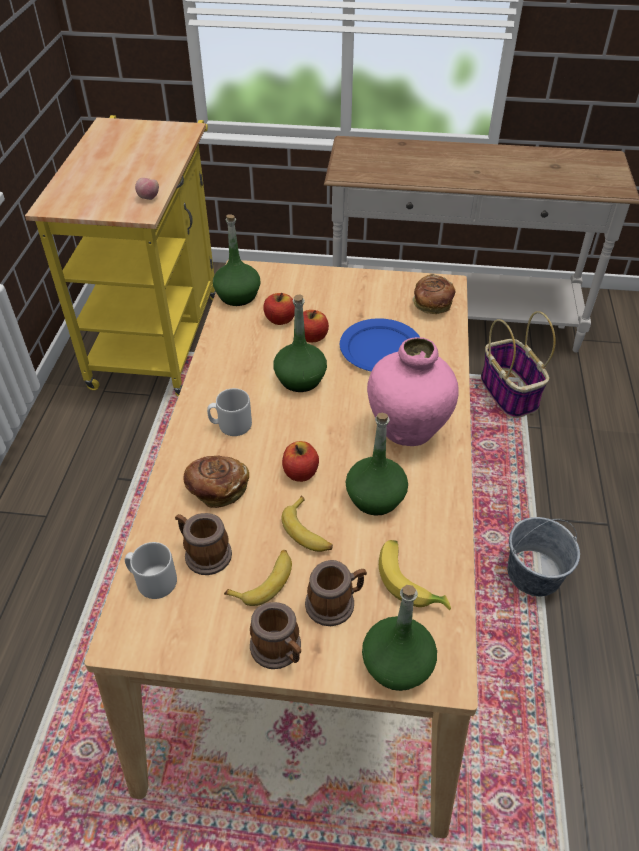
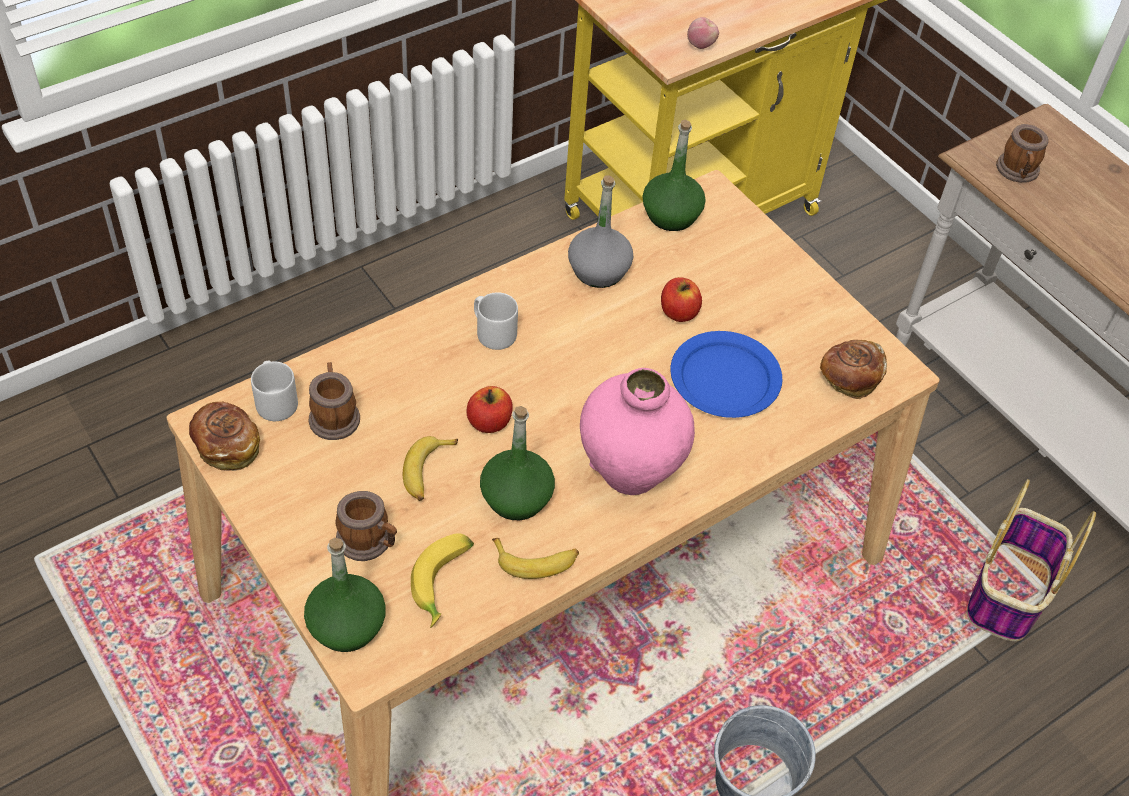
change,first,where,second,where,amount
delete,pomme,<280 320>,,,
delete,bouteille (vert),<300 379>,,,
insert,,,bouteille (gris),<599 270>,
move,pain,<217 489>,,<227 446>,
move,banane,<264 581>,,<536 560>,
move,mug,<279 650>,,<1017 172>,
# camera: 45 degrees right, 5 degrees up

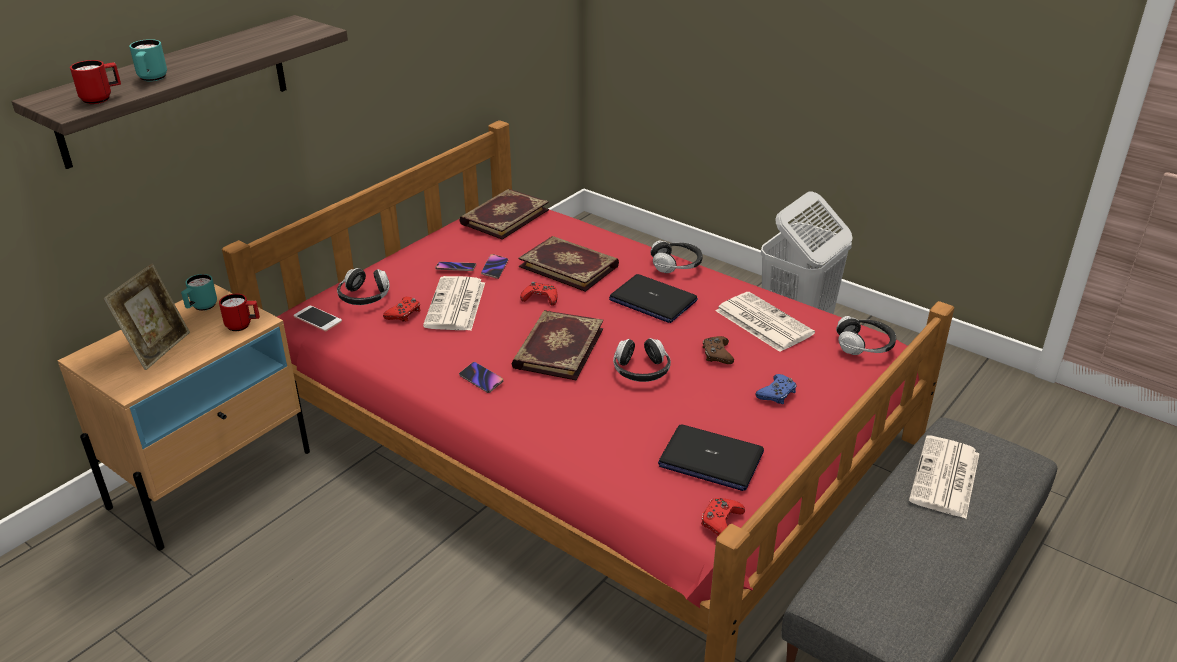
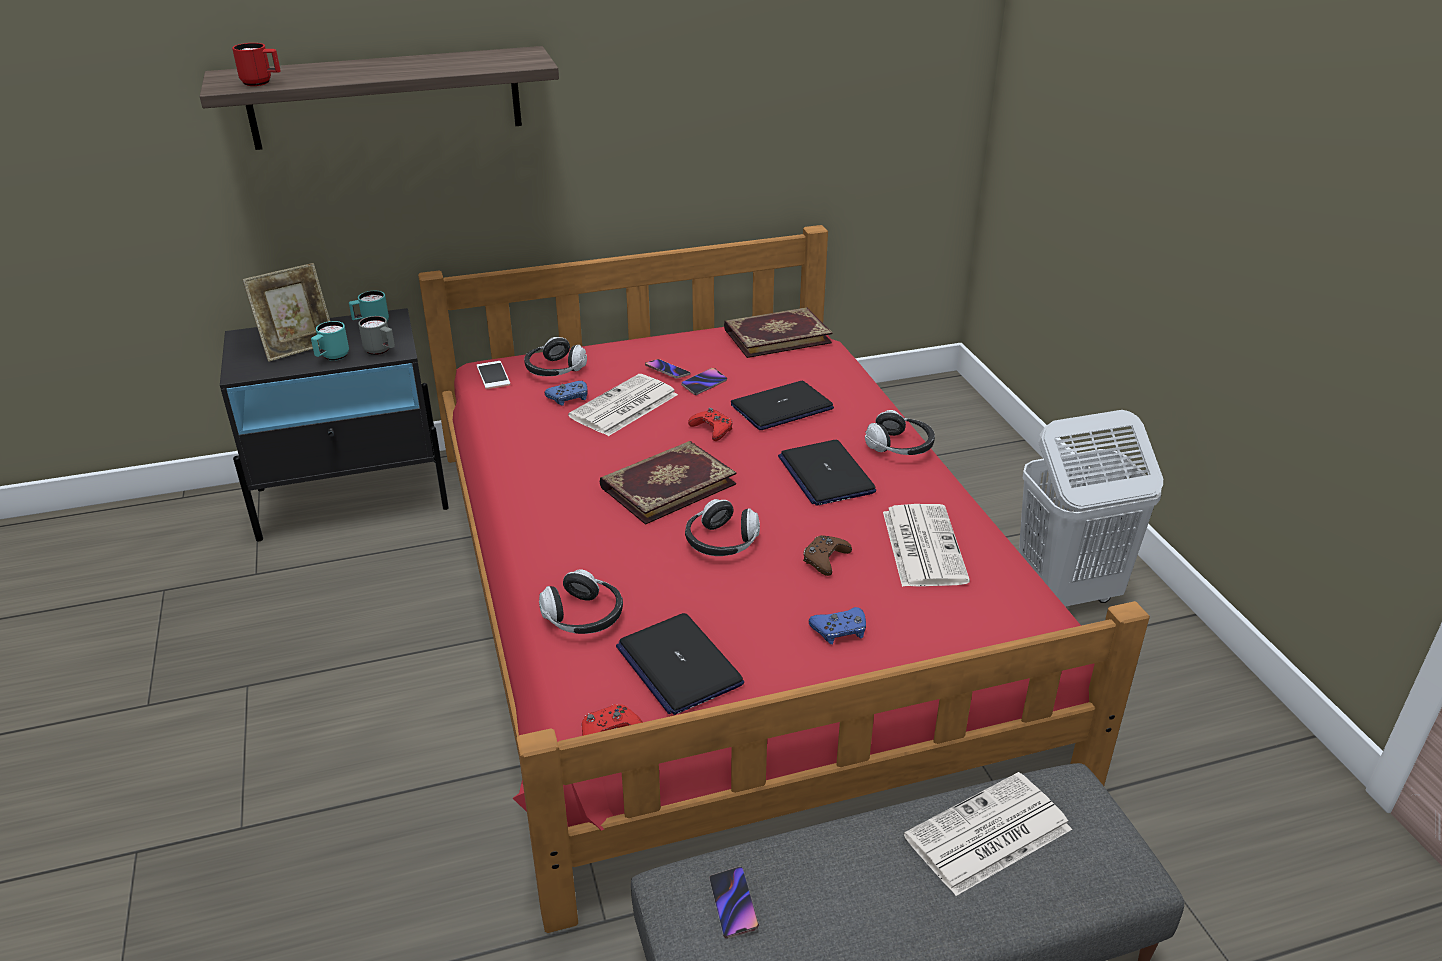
change,first,where,second,where,amount
move,mug (turquoise),<151 79>,,<332 357>,
move,téléphone,<481 379>,,<733 905>,
move,casque audio,<864 346>,,<583 617>,
replace,livre,<569 266>,ordinateur portable,<781 407>,
recolor,table de chevet (beige),<212 478>,table de chevet (noir),<353 498>,
recolor,mug (rouge),<243 325>,mug (gris),<381 351>,
recolor,manette (rouge),<404 314>,manette (bleu),<569 397>,
# camera: 35 degrees right, 0 degrees up

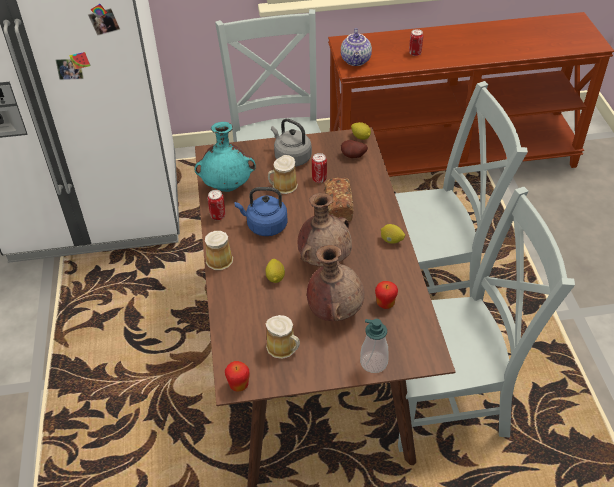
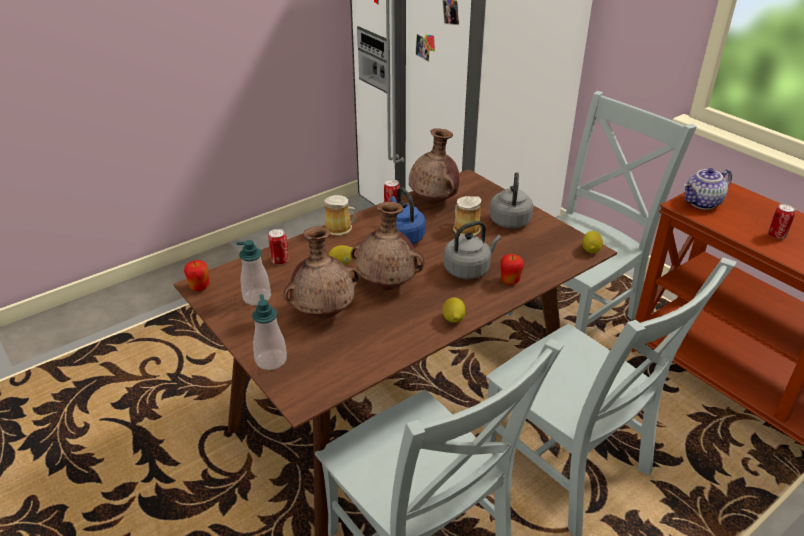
change,first,where,second,where,amount
delete,pomme de terre,<353 157>,,,
move,boîte métallique,<319 179>,,<280 261>,
move,pomme,<385 304>,,<510 281>,
replace,mug,<283 348>,distributeur de savon,<257 297>,
replace,pain,<338 207>,bouilloire (gris),<469 269>,
recolor,vase (turquoise),<228 187>,vase (marron),<434 201>,
# camera: 60 degrees right, 10 degrees down

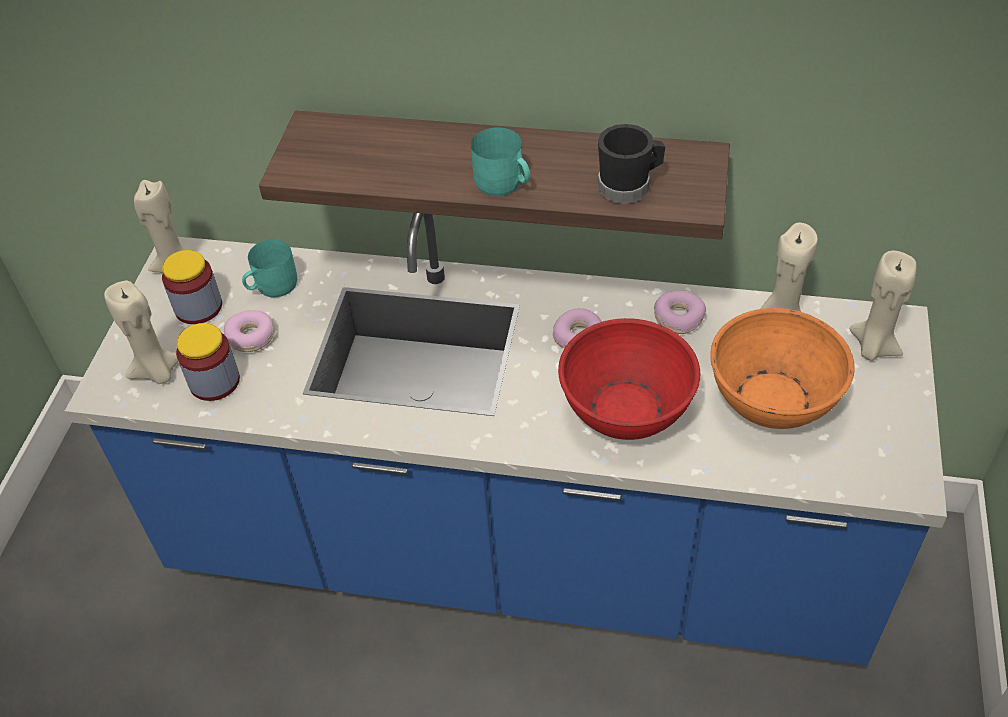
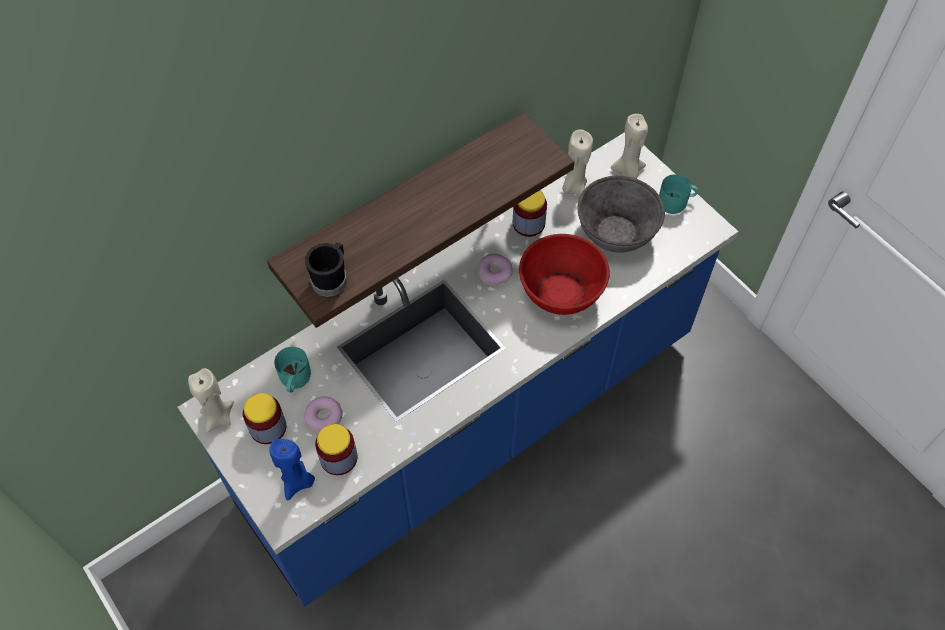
change,first,where,second,where,amount
move,mug (turquoise),<503 184>,,<676 203>,
move,mug (noir),<629 186>,,<331 278>,
replace,beignet,<678 317>,bocal,<528 223>,
recolor,bougie (beige),<157 372>,bougie (bleu),<297 482>,
recolor,bol (orange),<773 398>,bol (gris),<616 232>,
# camera: 50 degrees left, 10 degrees up

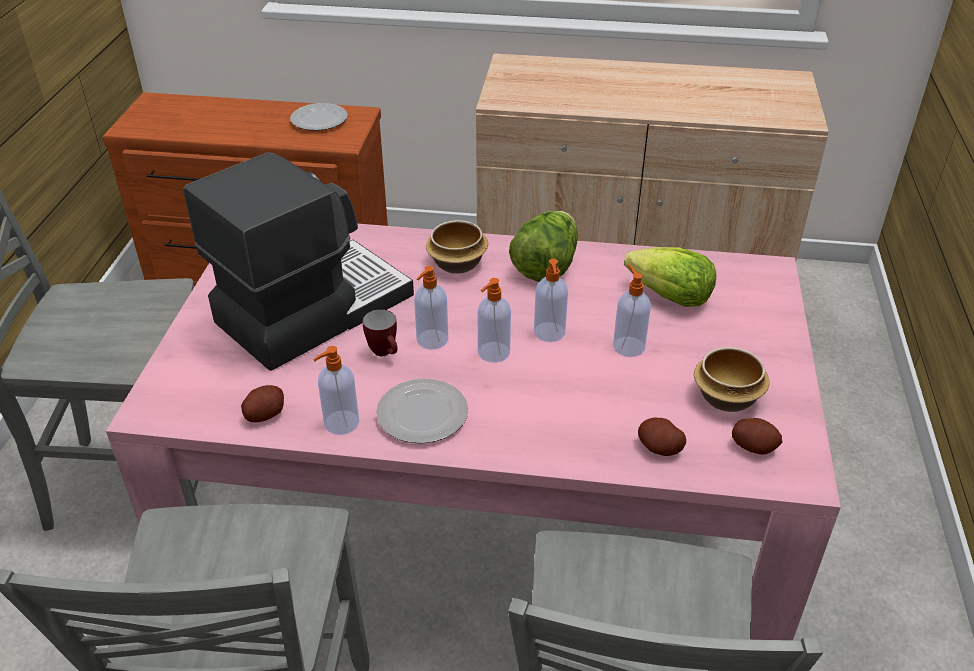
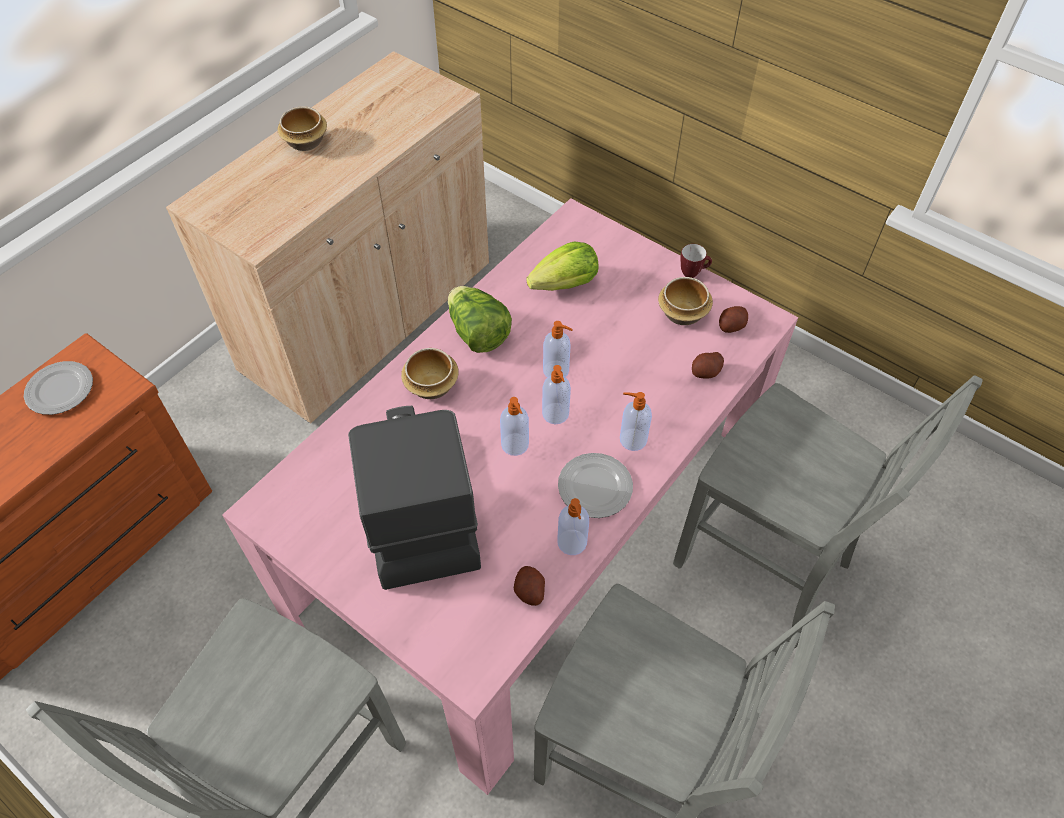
change,first,where,second,where,amount
insert,,,bol,<307 142>,
move,mug,<385 353>,,<693 273>,
move,distributeur de savon,<628 346>,,<632 439>,
# camera: 60 degrees left, 15 degrees up

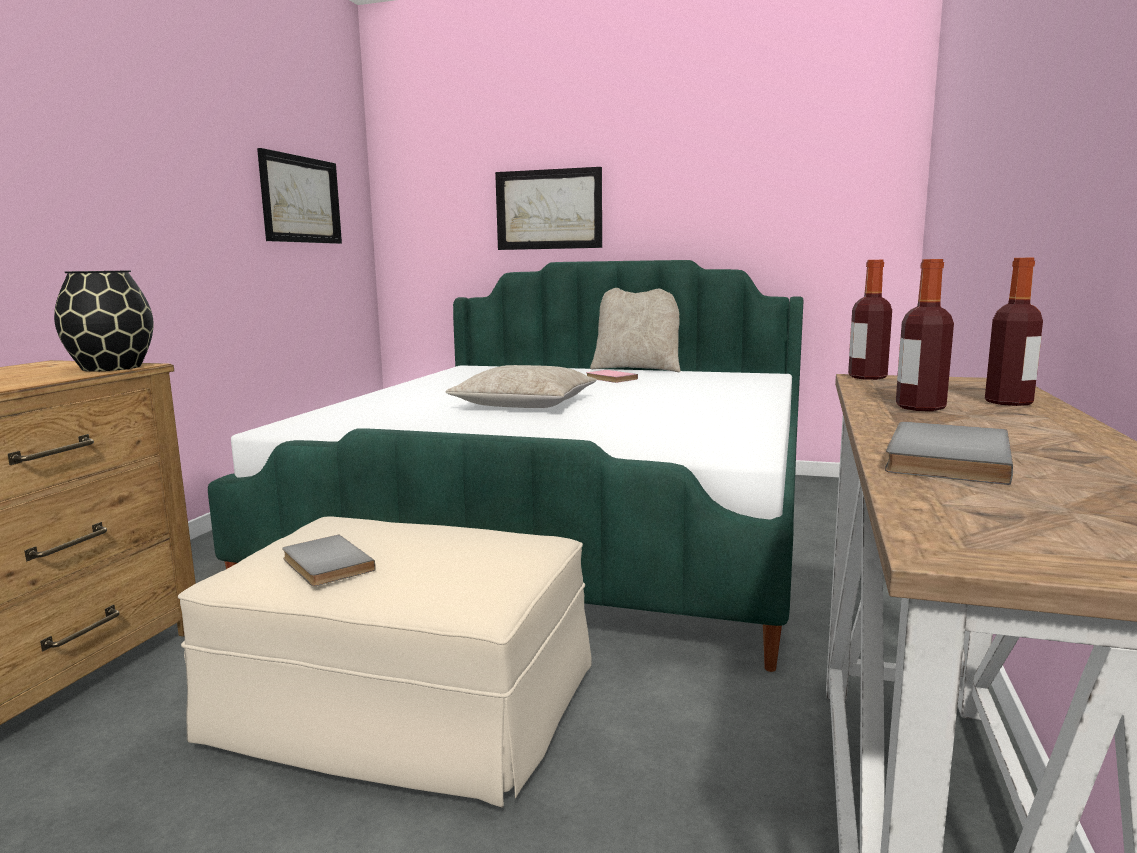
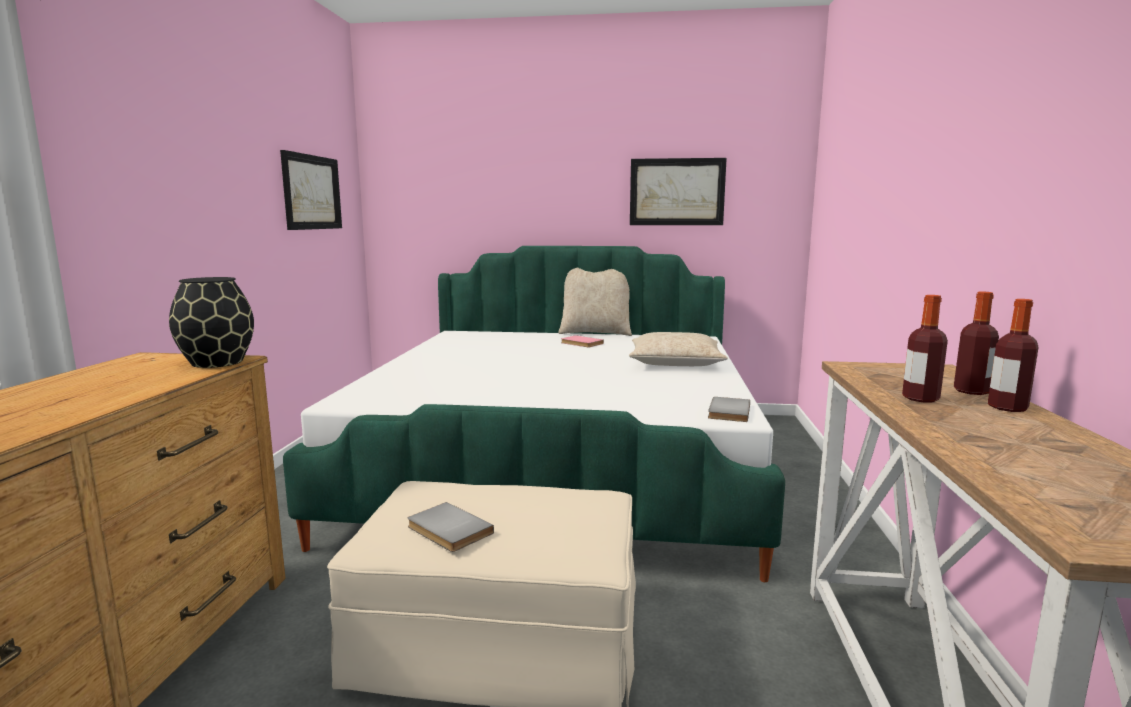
change,first,where,second,where,amount
move,coussin (beige),<524 404>,,<675 362>,
move,tableau,<549 209>,,<676 192>,
move,bouteille,<867 377>,,<1007 408>,
move,livre (gris),<941 458>,,<727 411>,
# camera: 10 degrees left, 0 degrees up

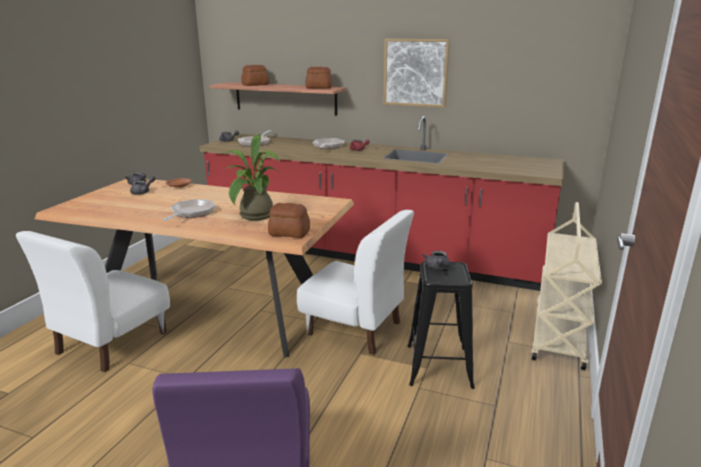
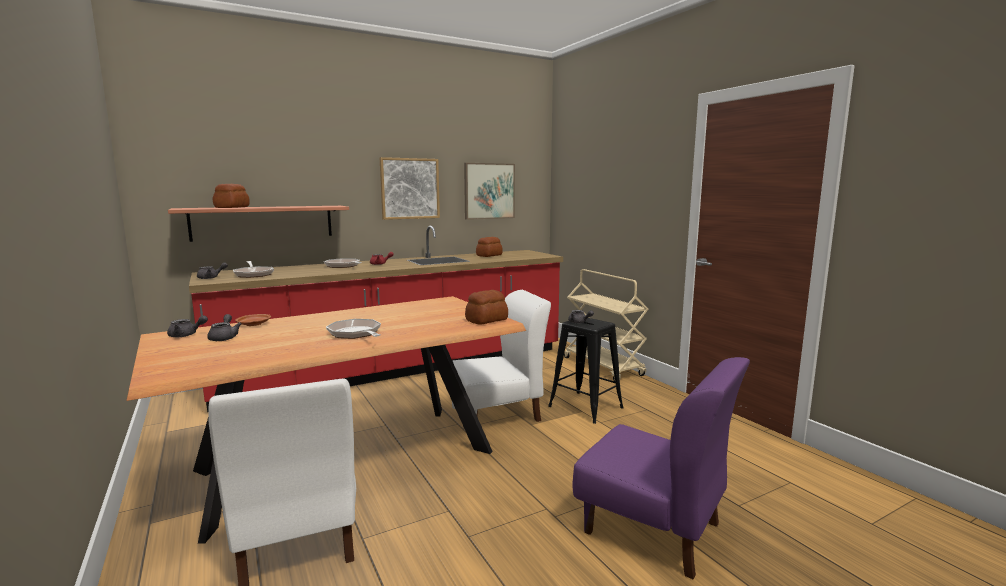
change,first,where,second,where,amount
delete,plante en pot,<254 217>,,,
insert,,,tableau,<489 191>,
move,pain,<319 88>,,<489 255>,
# camera: 50 degrees left, 10 degrees down

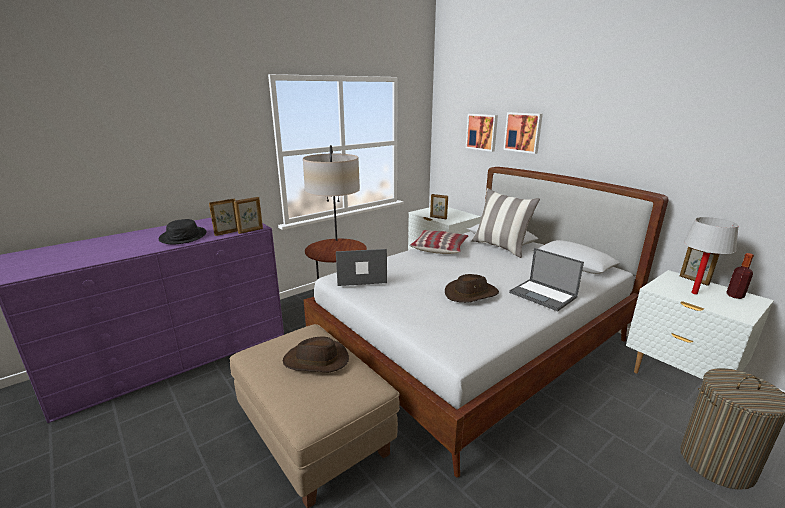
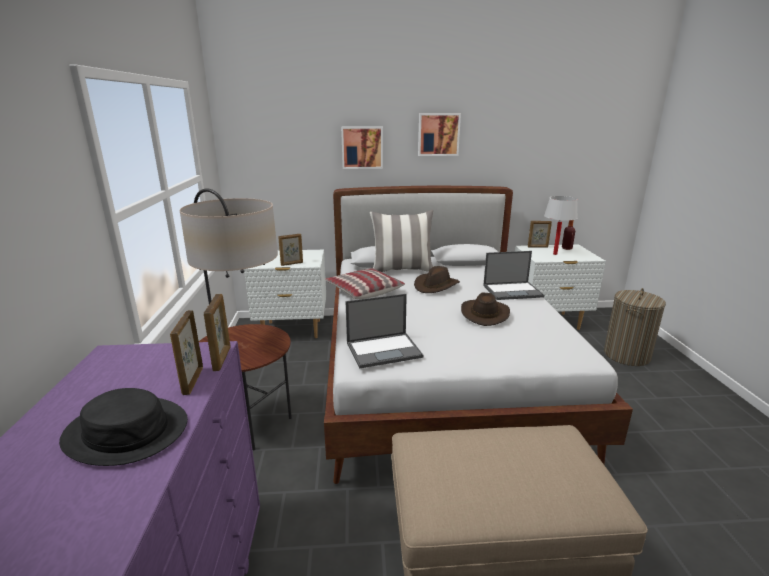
change,first,where,second,where,amount
move,chapeau (marron),<316 360>,,<436 286>,
move,tableau,<482 132>,,<438 134>,
rotate,ordinateur portable,<360 276>,,<384 350>,135 degrees counterclockwise
# camera: 55 degrees left, 0 degrees up

